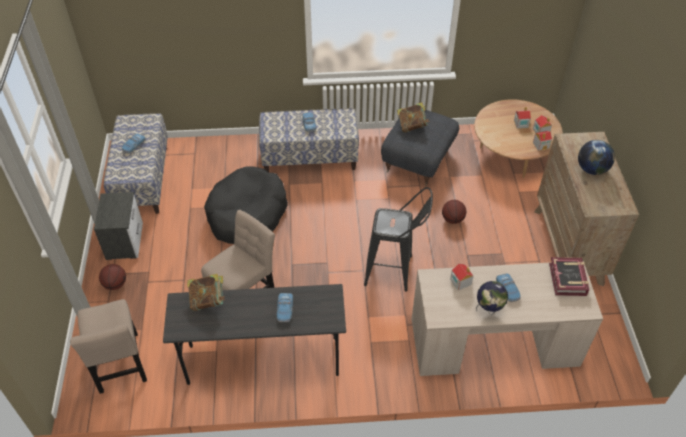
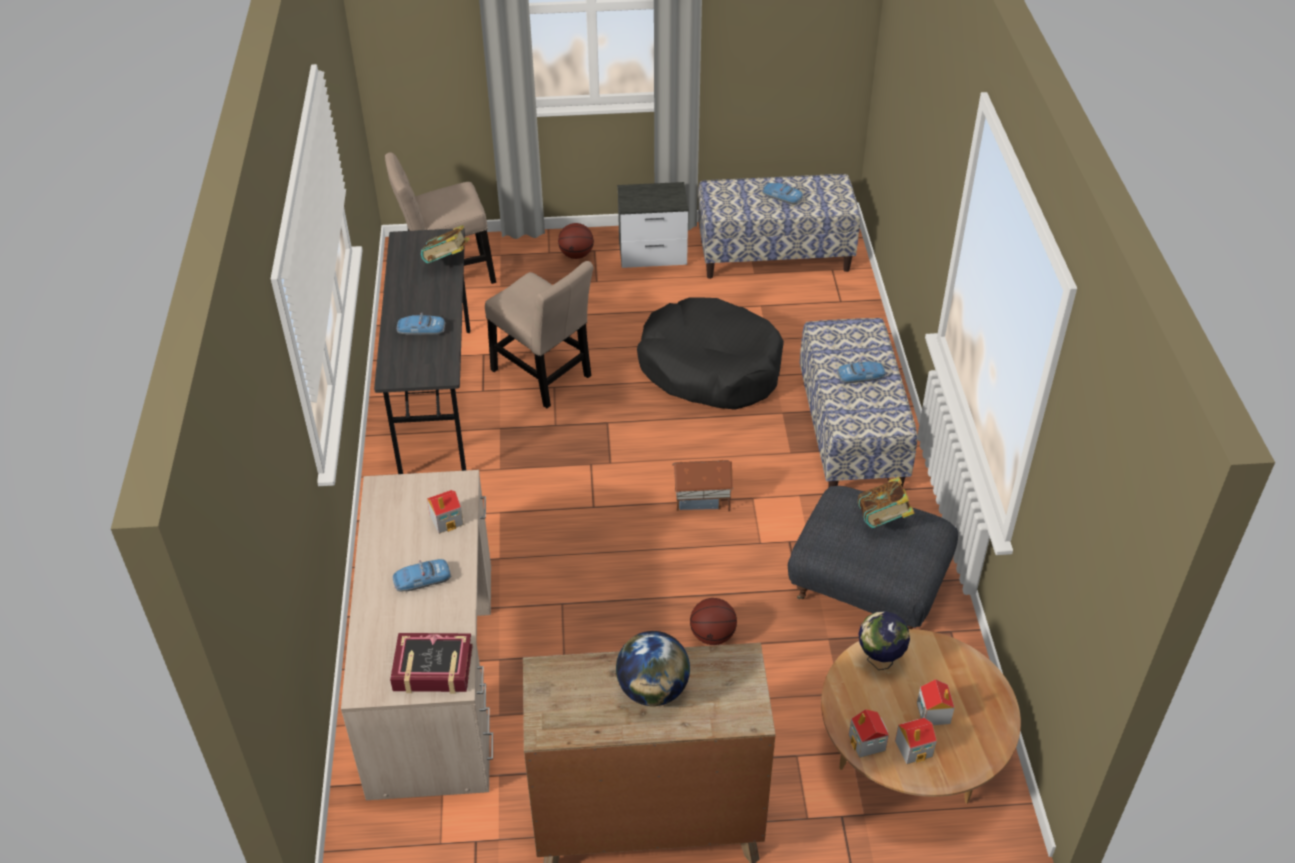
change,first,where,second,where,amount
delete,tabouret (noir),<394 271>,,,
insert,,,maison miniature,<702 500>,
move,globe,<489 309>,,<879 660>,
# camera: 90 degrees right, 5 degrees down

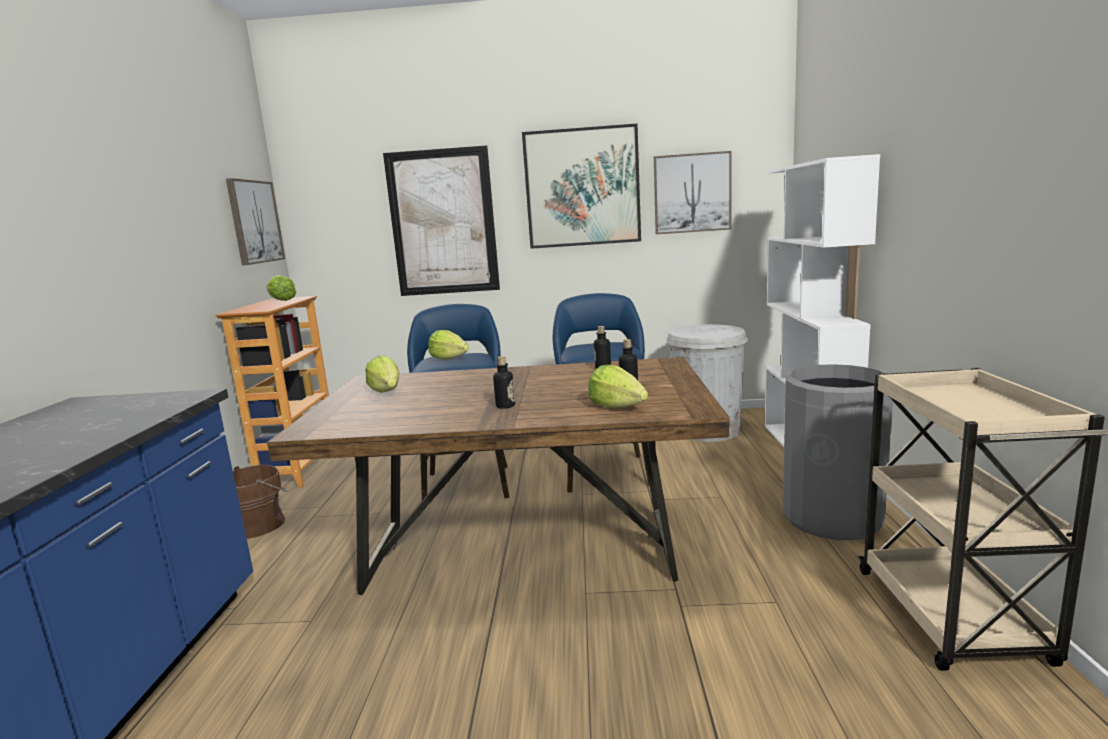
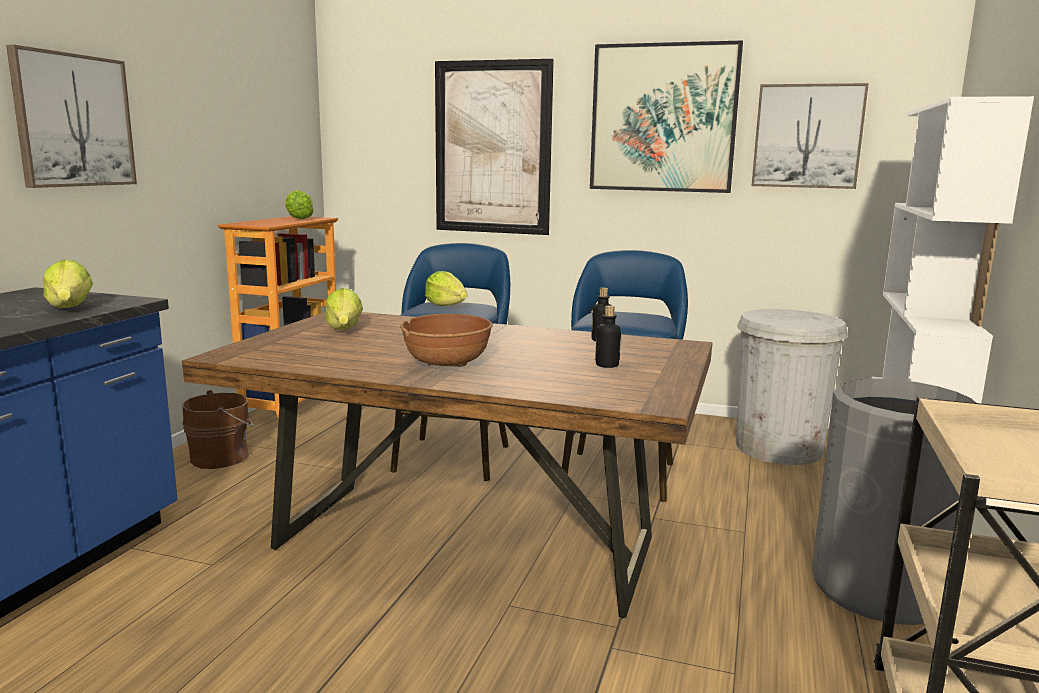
change,first,where,second,where,amount
move,tableau,<254 222>,,<74 121>,
move,laitue,<617 406>,,<70 308>,
replace,bouteille,<505 406>,bol (marron),<447 364>,
# camera: 15 degrees right, 0 degrees up

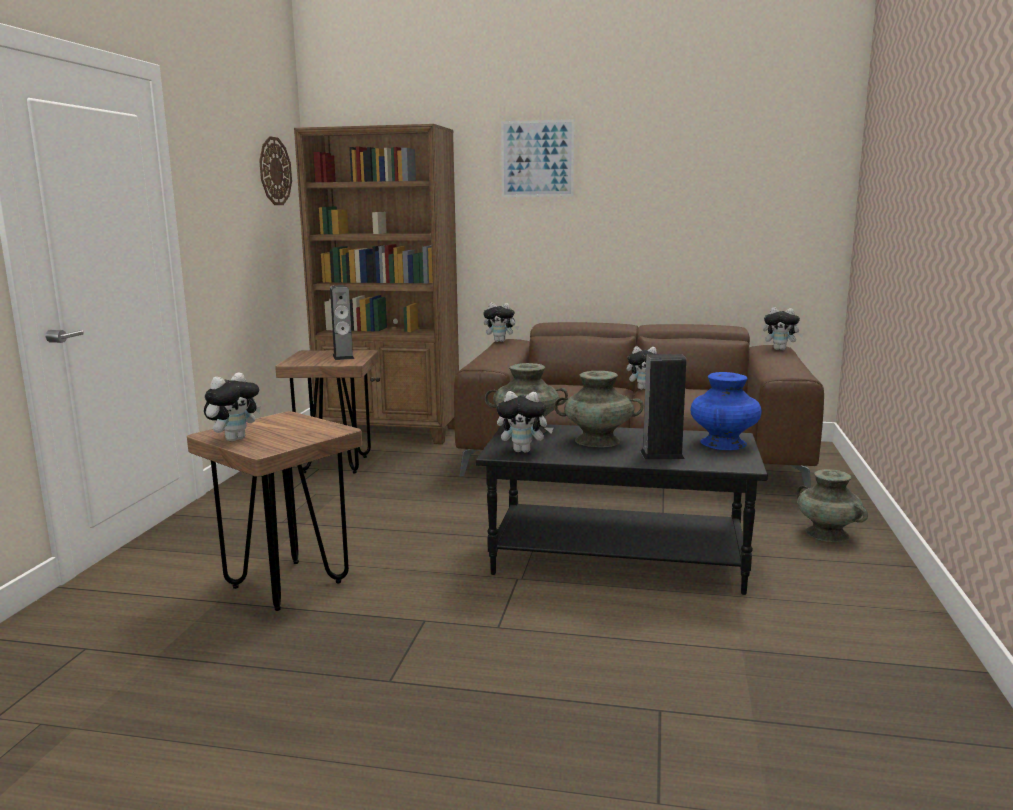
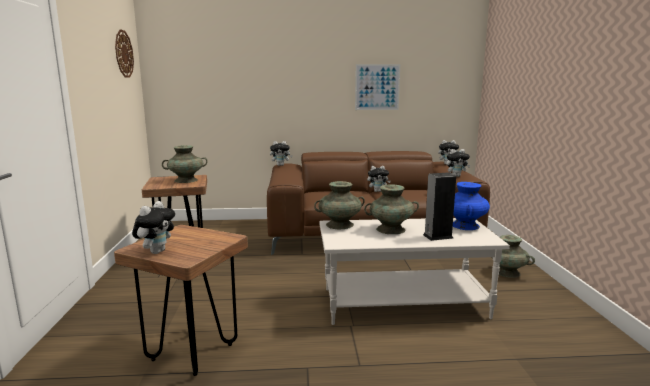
change,first,where,second,where,amount
delete,bibliothèque (marron),<391 433>,,,
move,peluche,<523 450>,,<456 176>,
move,tableau,<537 159>,,<377 87>,
replace,enceinte,<343 357>,vase (turquoise),<186 180>,
recolor,table basse (noir),<619 558>,table basse (blanc),<404 302>,
# camera: 15 degrees left, 0 degrees up

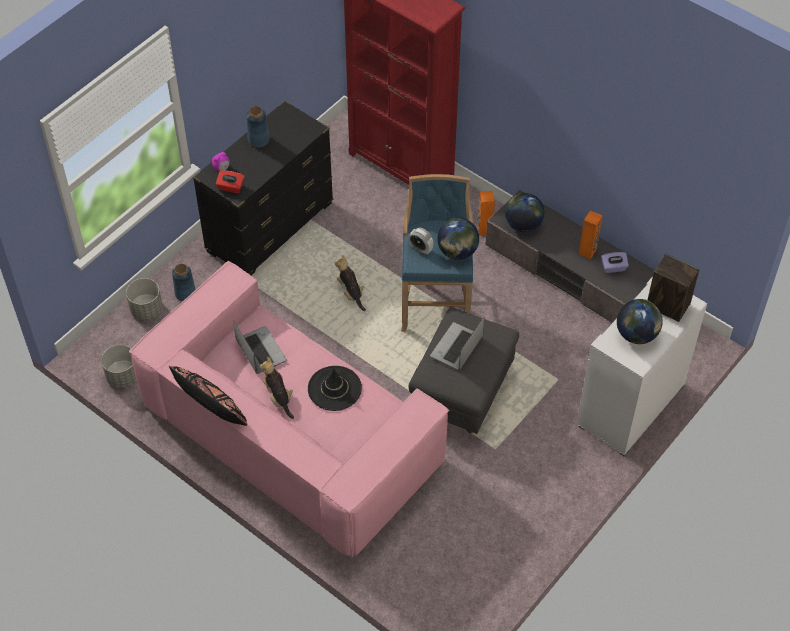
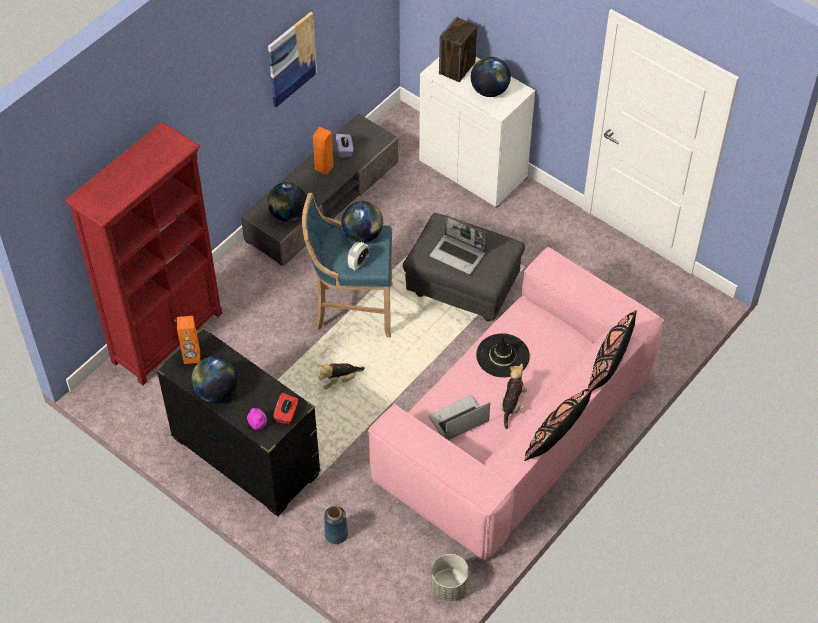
change,first,where,second,where,amount
delete,cache-pot (gris),<146 309>,,,
insert,,,tableau,<291 59>,
insert,,,coussin (noir),<610 362>,
move,enceinte (orange),<484 229>,,<192 357>,
replace,vase (bleu),<258 139>,globe,<216 391>,
rotate,peluche,<278 397>,,<512 404>,135 degrees clockwise
# camera: 90 degrees left, 0 degrees up

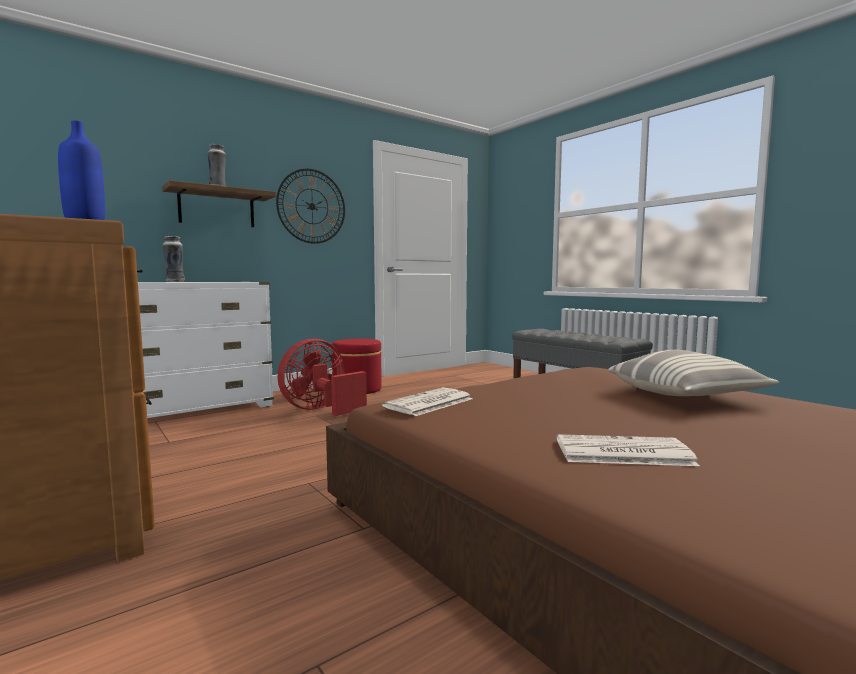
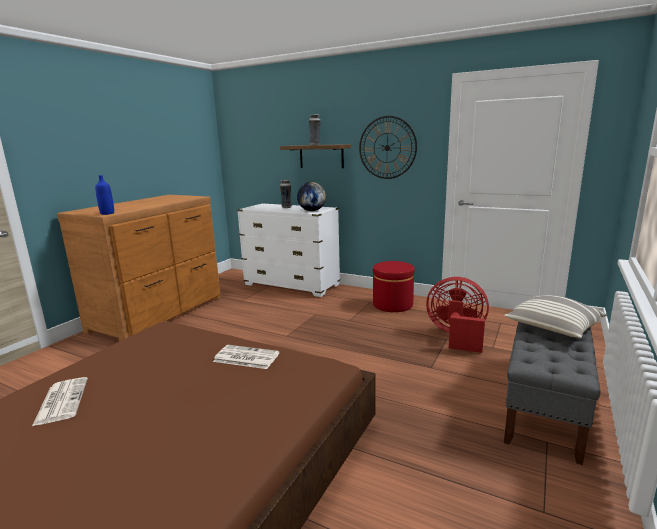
change,first,where,second,where,amount
insert,,,globe,<312 211>,
move,ventilateur (rouge),<320 410>,,<456 336>,
move,journal,<428 403>,,<245 357>,
move,coussin,<686 396>,,<553 328>,
# camera: 65 degrees right, 10 degrees up

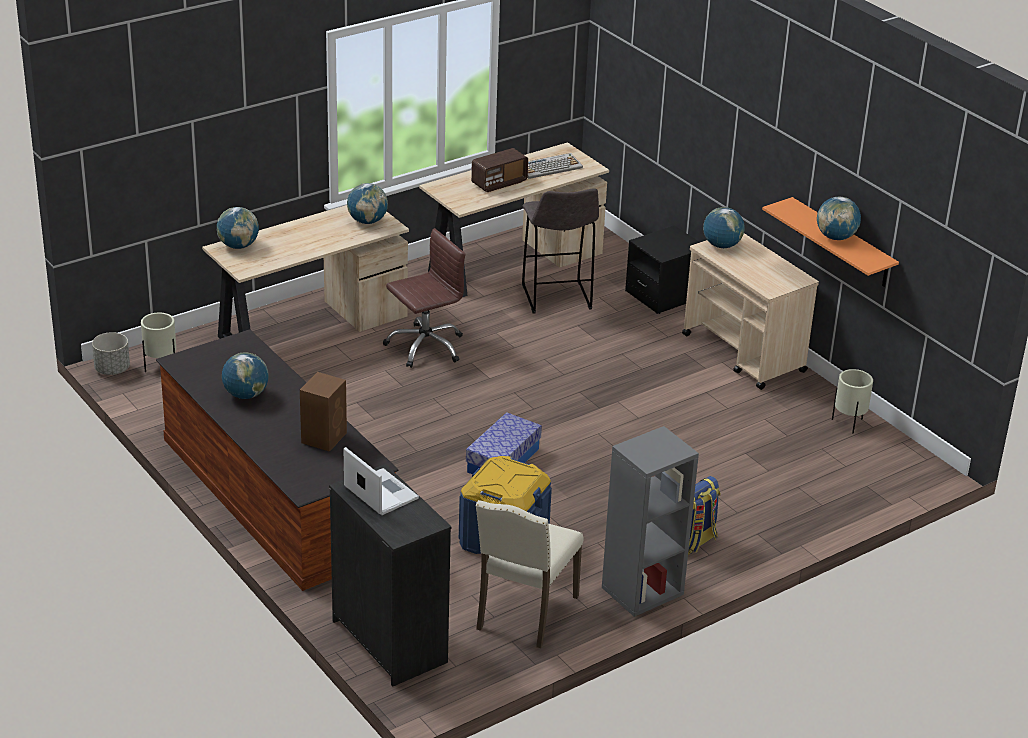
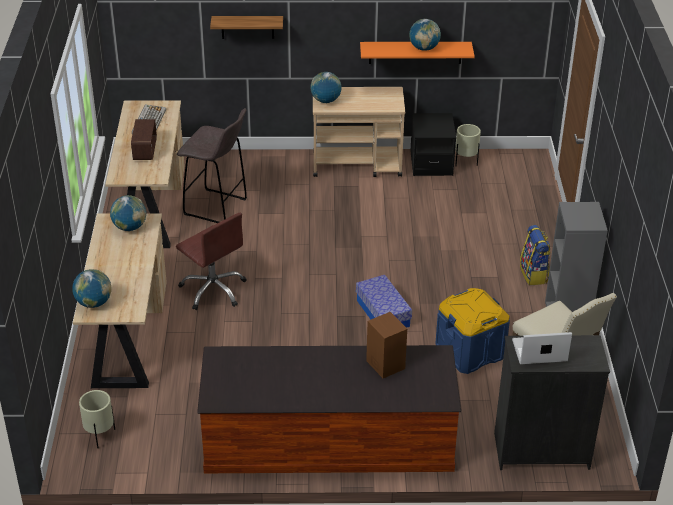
change,first,where,second,where,amount
delete,cache-pot (gris),<112 369>,,,
delete,globe,<246 395>,,,
insert,,,étagère,<247 27>,
move,table de chevet (noir),<663 295>,,<431 163>,
rotate,chaise de bureau (marron),<425 346>,,<213 290>,135 degrees clockwise
# camera: 55 degrees left, 5 degrees up

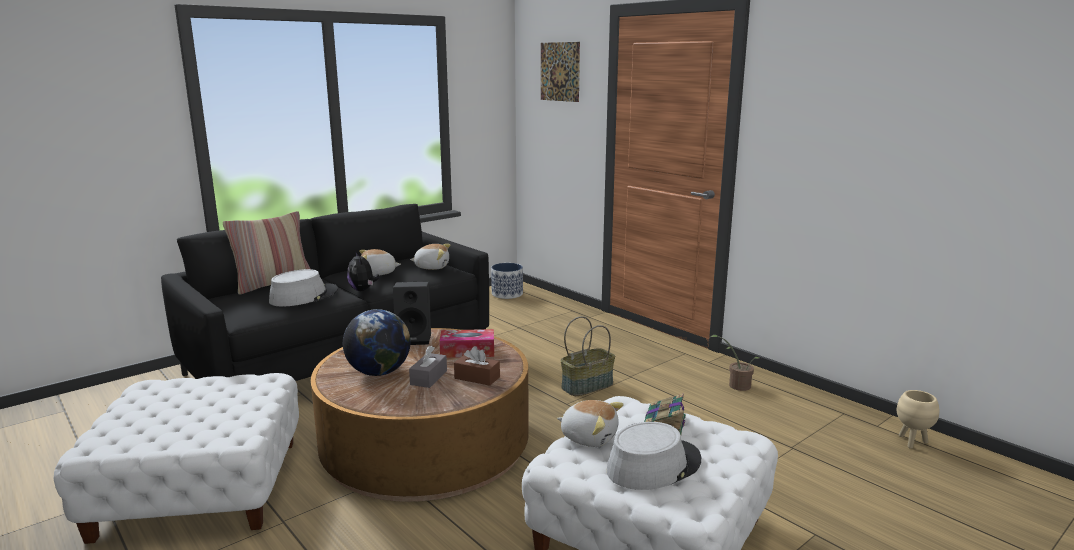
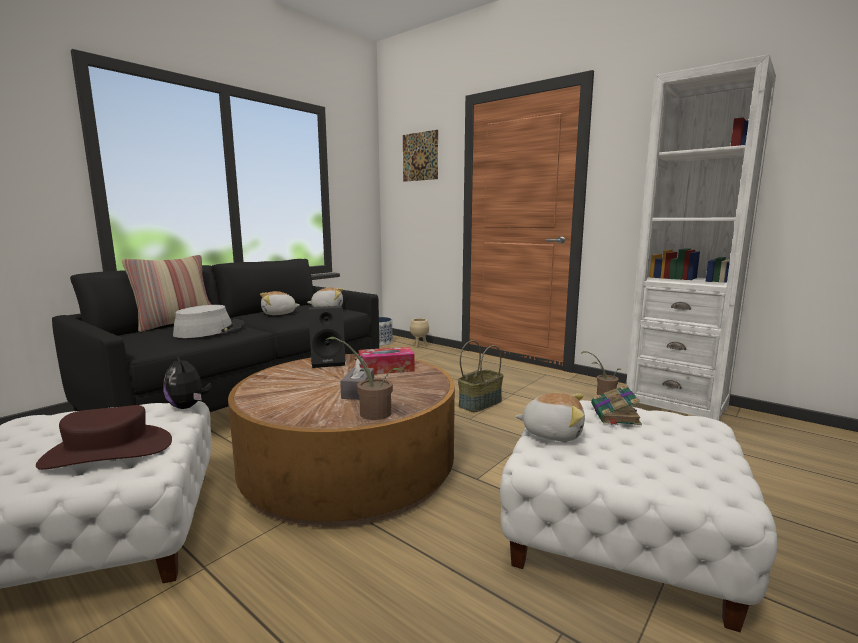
change,first,where,second,where,amount
delete,globe,<378 372>,,,
delete,boîte à mouchoirs (marron),<477 378>,,,
delete,chapeau (gris),<653 465>,,,
insert,,,chapeau (marron),<108 451>,
insert,,,plante en pot,<370 412>,
insert,,,bibliothèque (blanc),<676 407>,
move,peluche,<363 290>,,<188 406>,
move,cache-pot (beige),<912 442>,,<419 346>,
# camera: 10 degrees left, 5 degrees down

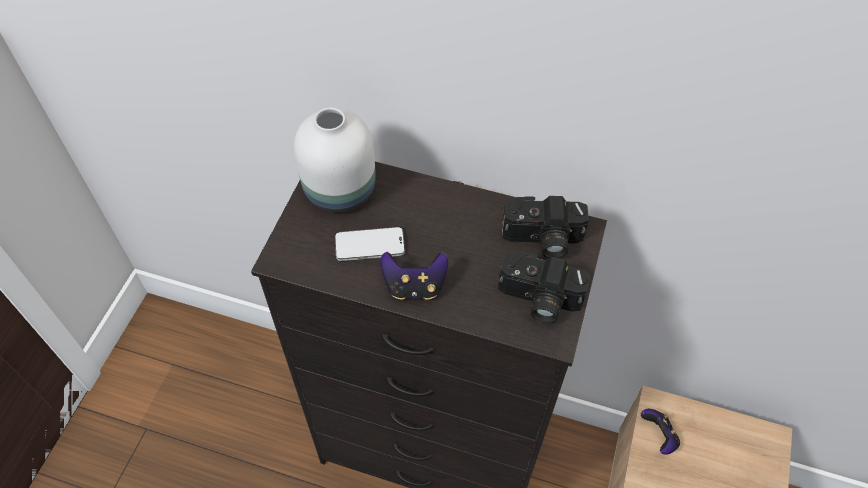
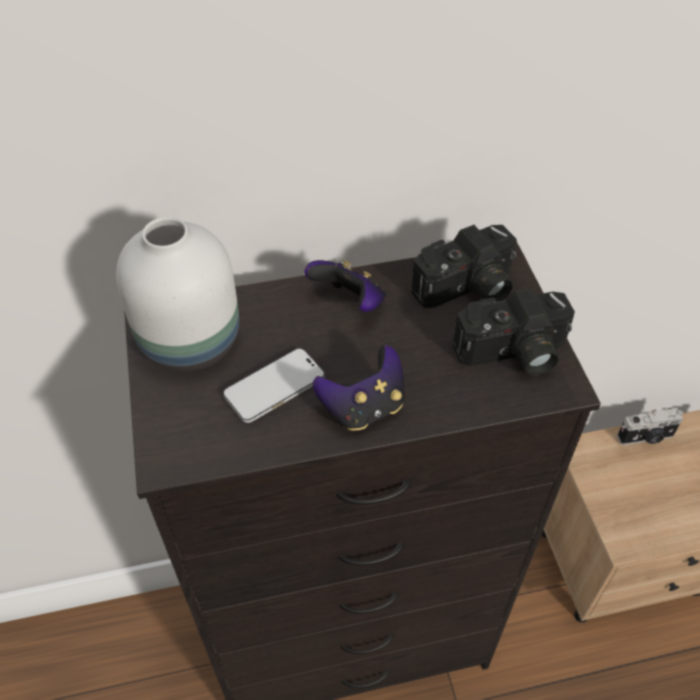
change,first,where,second,where,amount
insert,,,appareil photo,<646 437>,
move,manette,<658 436>,,<350 303>,
# camera: 30 degrees left, 5 degrees down

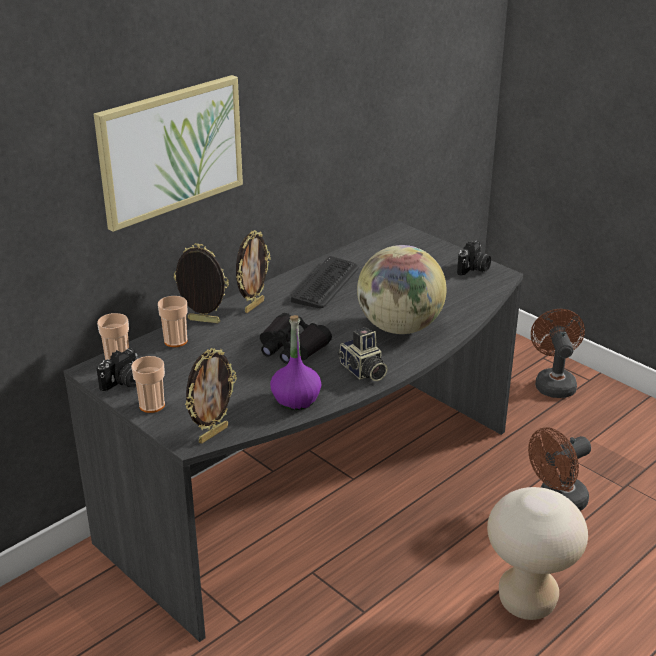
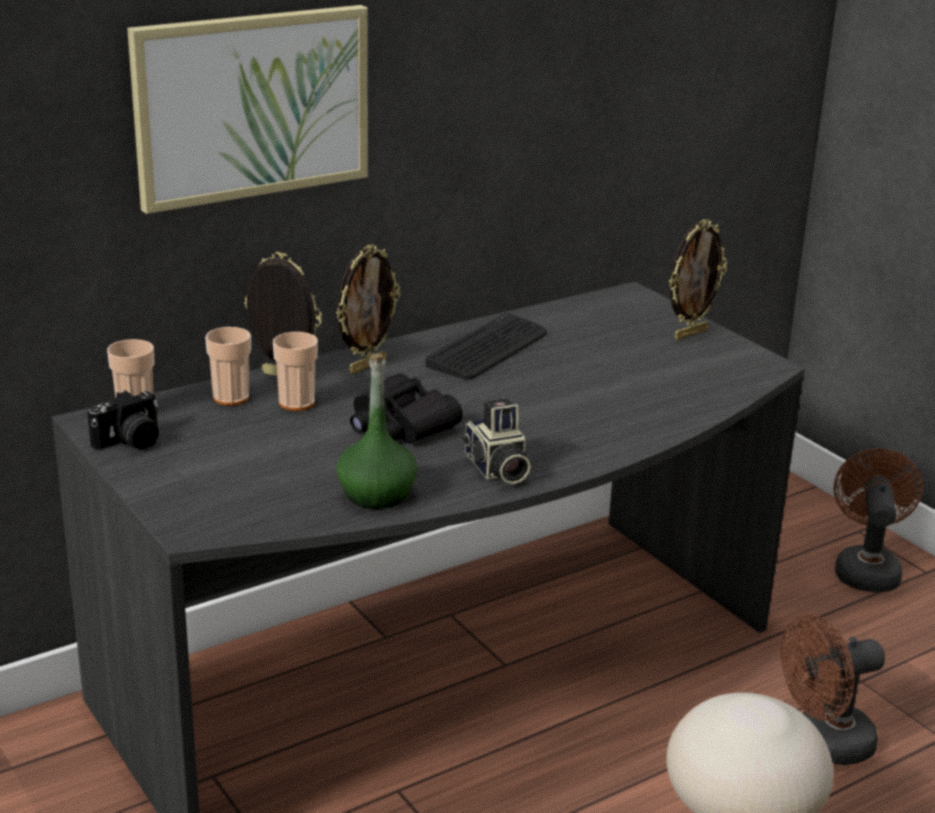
change,first,where,second,where,amount
delete,globe,<399 327>,,,
delete,appareil photo,<474 269>,,,
move,tasse,<152 405>,,<297 402>,
move,cadre photo,<212 434>,,<689 334>,
recolor,bouteille (violet),<295 399>,bouteille (vert),<376 494>,
# camera: 10 degrees right, 5 degrees down

